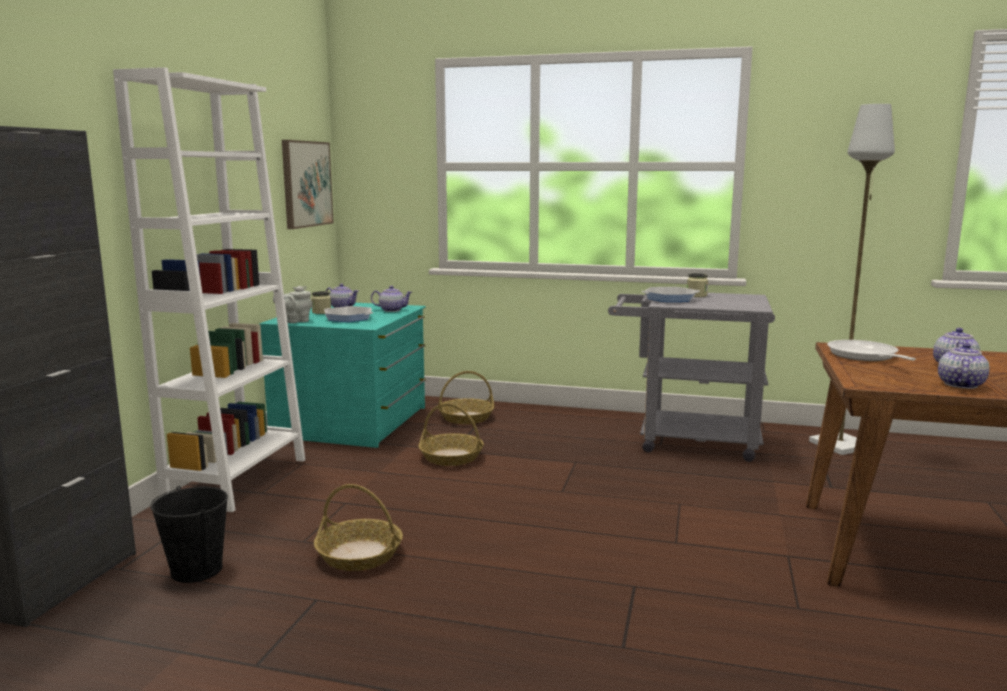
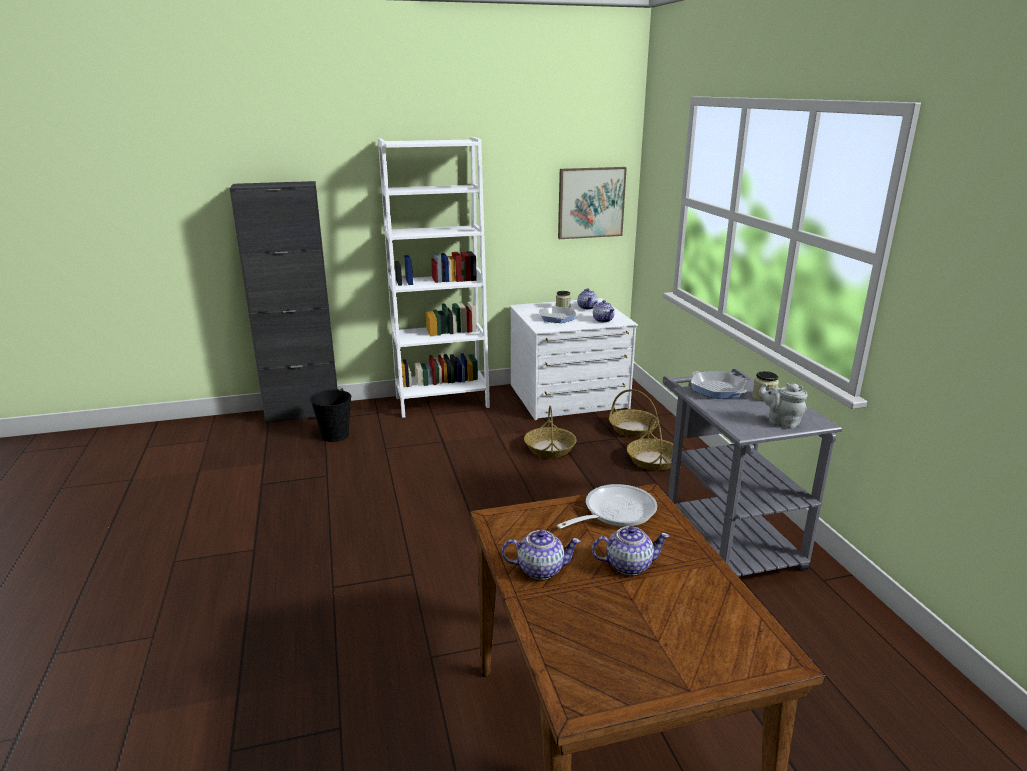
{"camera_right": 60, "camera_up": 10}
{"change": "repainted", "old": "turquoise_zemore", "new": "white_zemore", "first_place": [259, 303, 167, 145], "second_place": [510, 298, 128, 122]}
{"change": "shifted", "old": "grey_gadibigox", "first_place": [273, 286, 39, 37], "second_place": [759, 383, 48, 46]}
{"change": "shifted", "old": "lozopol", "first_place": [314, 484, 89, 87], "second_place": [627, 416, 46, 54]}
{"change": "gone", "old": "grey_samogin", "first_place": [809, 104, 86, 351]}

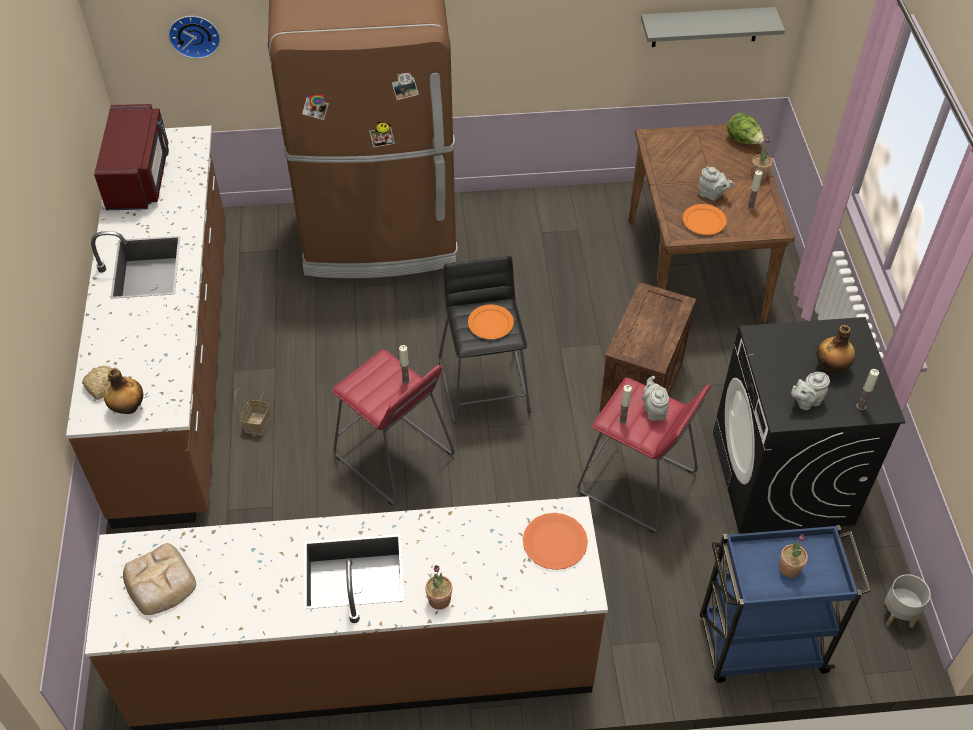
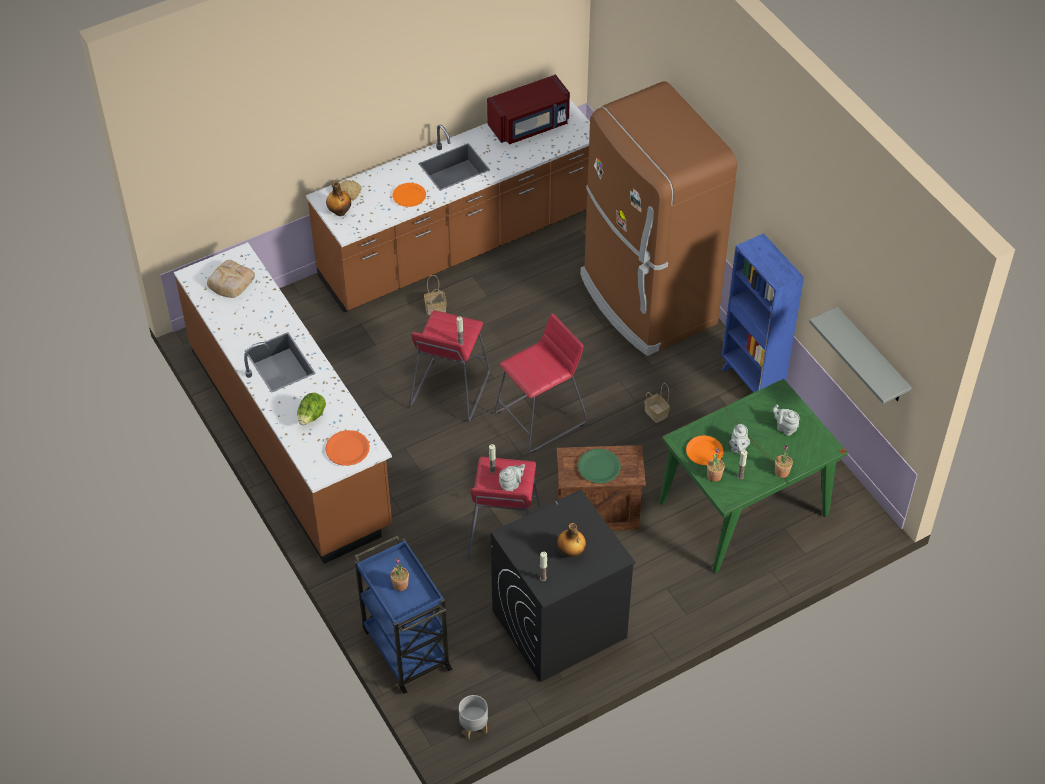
{"camera_right": 65, "camera_up": 0}
{"change": "gone", "old": "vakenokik", "first_place": [168, 16, 52, 43]}
{"change": "shifted", "old": "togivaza", "first_place": [425, 565, 27, 45], "second_place": [707, 448, 18, 34]}
{"change": "repainted", "old": "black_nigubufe", "new": "red_nigubufe", "first_place": [439, 255, 92, 169], "second_place": [494, 313, 93, 140]}
{"change": "shifted", "old": "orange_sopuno", "first_place": [468, 305, 46, 34], "second_place": [392, 183, 34, 24]}
{"change": "repainted", "old": "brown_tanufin", "new": "green_tanufin", "first_place": [629, 124, 166, 199], "second_place": [659, 379, 189, 194]}
{"change": "shifted", "old": "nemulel", "first_place": [727, 113, 37, 31], "second_place": [298, 393, 28, 32]}
{"change": "shifted", "old": "grey_gadibigox", "first_place": [791, 372, 39, 38], "second_place": [773, 405, 27, 31]}
{"change": "new", "new": "green_sopuno", "second_place": [578, 449, 43, 34]}
{"change": "new", "new": "lozopol", "second_place": [644, 383, 26, 40]}
{"change": "new", "new": "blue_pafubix", "second_place": [722, 233, 82, 160]}

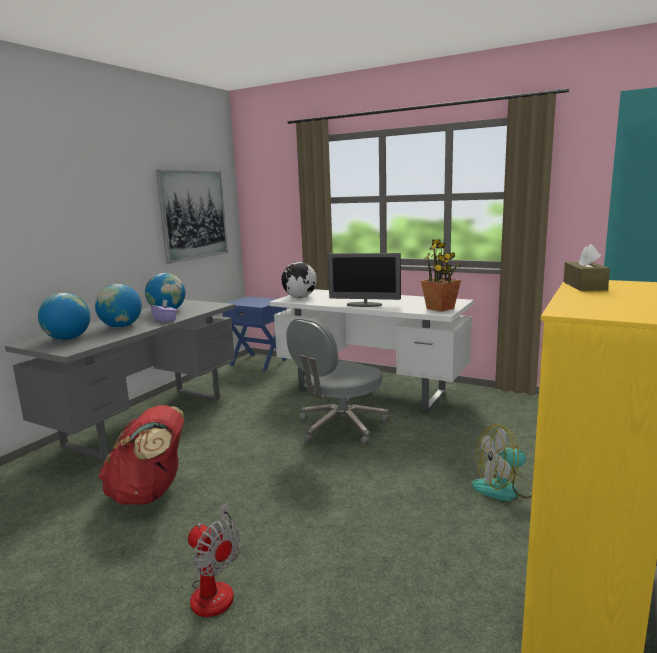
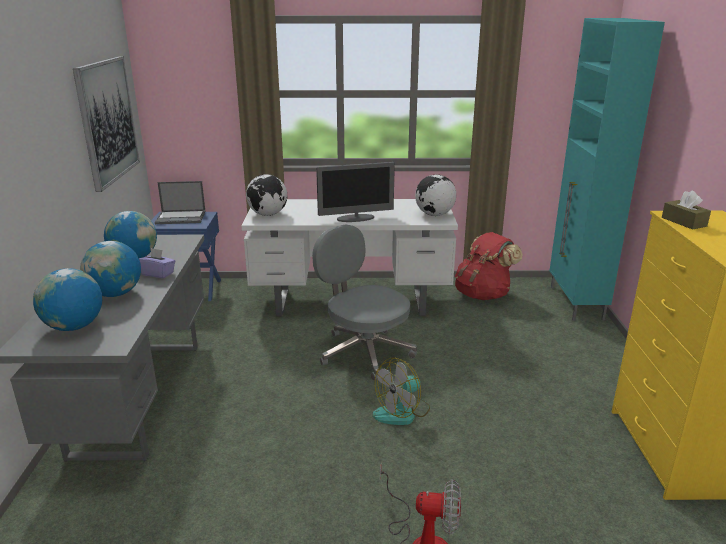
{"camera_right": -30, "camera_up": 10}
{"change": "shifted", "old": "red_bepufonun", "first_place": [98, 405, 86, 100], "second_place": [455, 232, 68, 68]}
{"change": "rotated", "old": "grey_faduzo", "first_place": [286, 318, 104, 128], "second_place": [312, 224, 105, 156], "degrees": 120}
{"change": "swapped", "old": "togivaza", "new": "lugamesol", "first_place": [421, 240, 40, 72], "second_place": [415, 175, 41, 41]}
{"change": "shifted", "old": "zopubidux", "first_place": [472, 424, 61, 77], "second_place": [373, 358, 57, 67]}
{"change": "new", "new": "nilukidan", "second_place": [155, 181, 50, 43]}

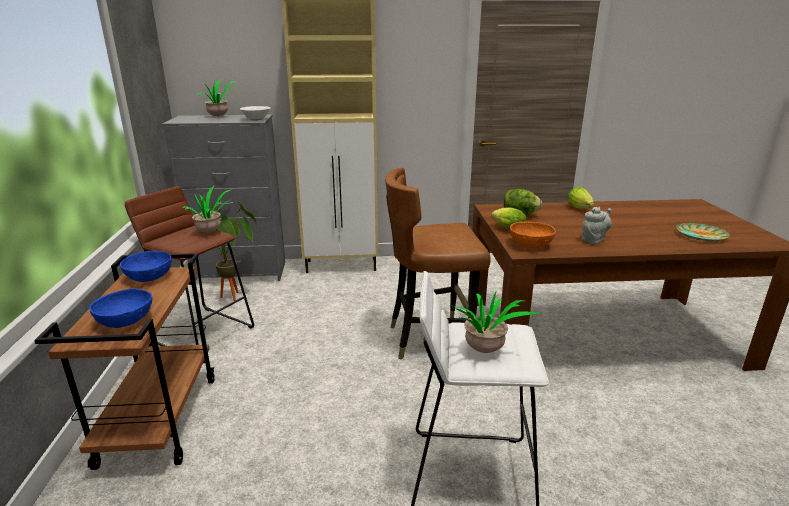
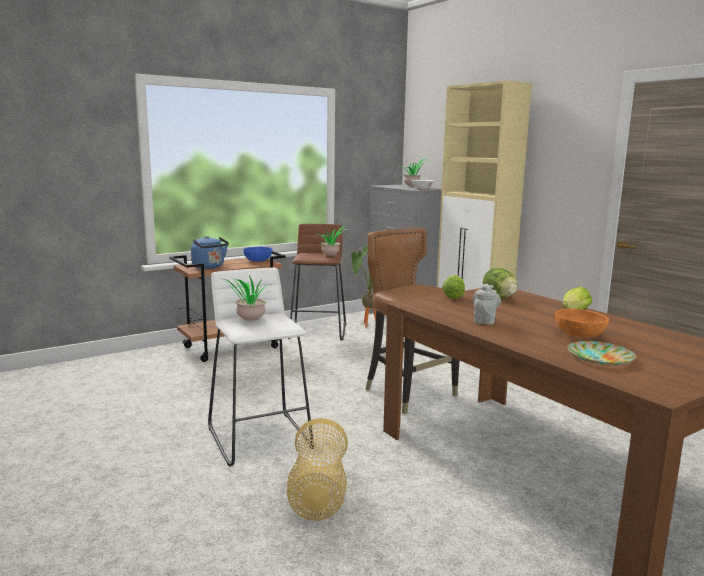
{"camera_right": 60, "camera_up": -10}
{"change": "swapped", "old": "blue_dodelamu", "new": "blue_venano", "first_place": [89, 288, 63, 40], "second_place": [191, 236, 38, 33]}
{"change": "shifted", "old": "orange_dodelamu", "first_place": [510, 222, 46, 26], "second_place": [555, 309, 54, 29]}
{"change": "rotated", "old": "grey_gadibigox", "first_place": [582, 207, 30, 37], "second_place": [473, 283, 28, 42], "degrees": -90}
{"change": "new", "new": "lozopol", "second_place": [287, 418, 61, 103]}

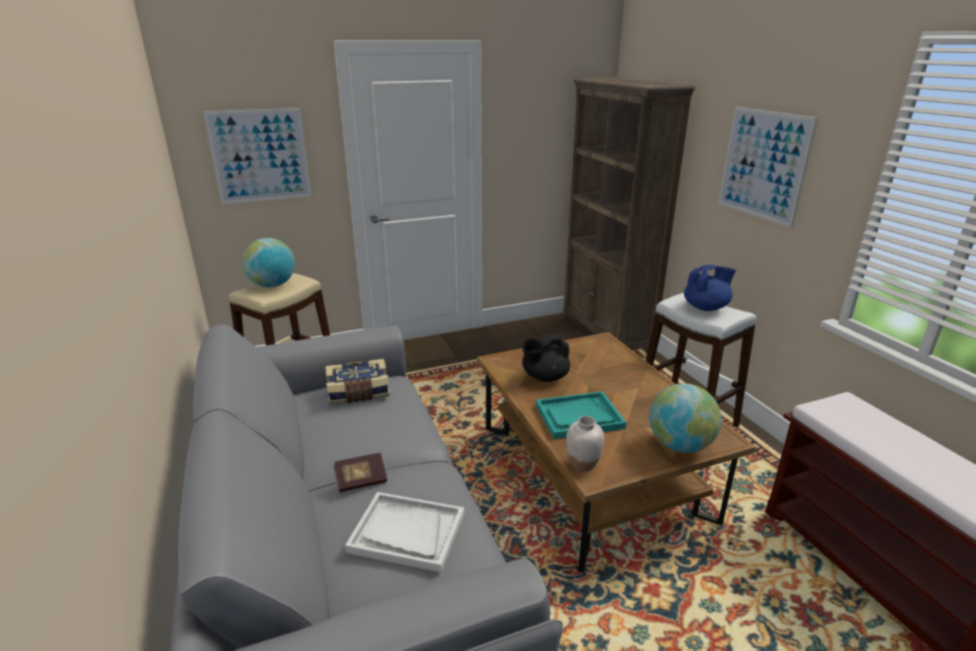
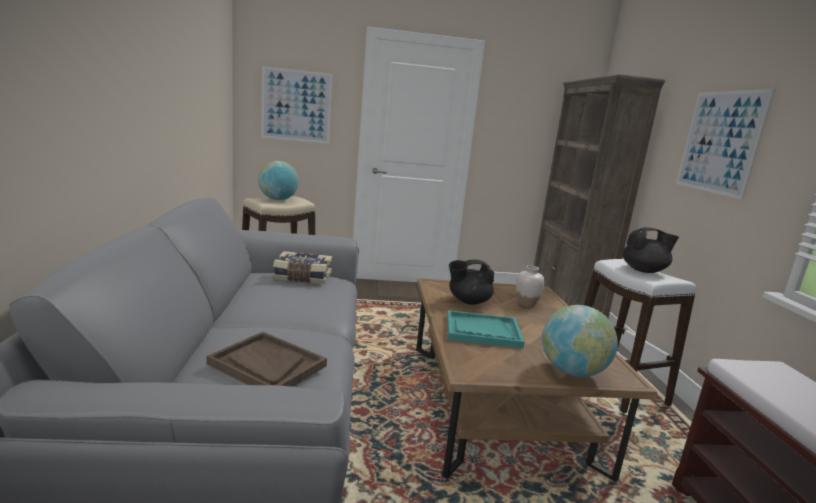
{"camera_right": 15, "camera_up": -10}
{"change": "gone", "old": "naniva", "first_place": [334, 453, 53, 39]}
{"change": "repainted", "old": "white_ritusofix", "new": "brown_ritusofix", "first_place": [345, 492, 119, 81], "second_place": [207, 332, 120, 55]}
{"change": "shifted", "old": "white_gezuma", "first_place": [566, 416, 39, 56], "second_place": [516, 266, 28, 41]}
{"change": "repainted", "old": "blue_gadibigox", "new": "black_gadibigox", "first_place": [684, 265, 52, 46], "second_place": [622, 227, 57, 46]}

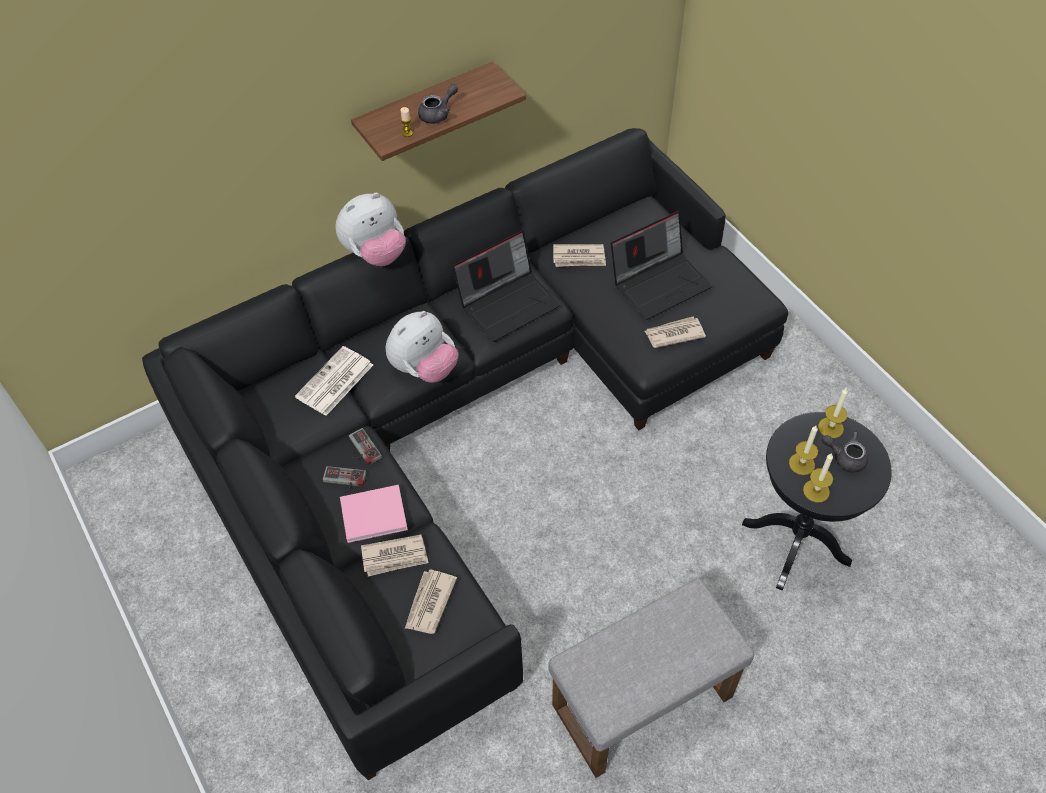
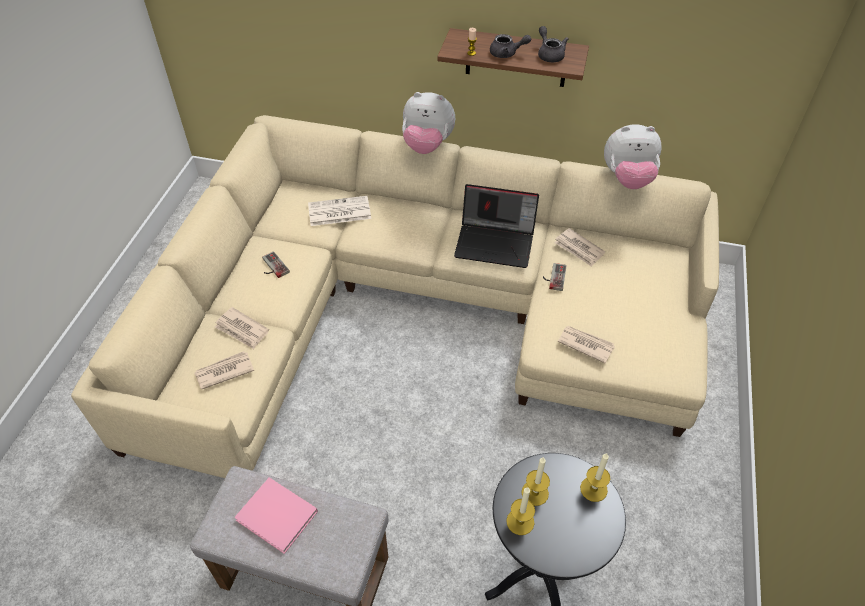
{"camera_right": 45, "camera_up": -5}
{"change": "repainted", "old": "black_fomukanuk", "new": "beige_fomukanuk", "first_place": [142, 128, 646, 652], "second_place": [71, 115, 648, 363]}
{"change": "shifted", "old": "pink_naniva", "first_place": [340, 485, 68, 58], "second_place": [234, 477, 84, 77]}
{"change": "shifted", "old": "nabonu", "first_place": [349, 428, 33, 37], "second_place": [543, 263, 24, 28]}
{"change": "shifted", "old": "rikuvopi", "first_place": [386, 311, 73, 72], "second_place": [604, 124, 58, 65]}
{"change": "gone", "old": "nilukidan", "first_place": [611, 211, 101, 109]}
{"change": "shifted", "old": "grey_gadibigox", "first_place": [822, 431, 46, 42], "second_place": [538, 26, 31, 36]}

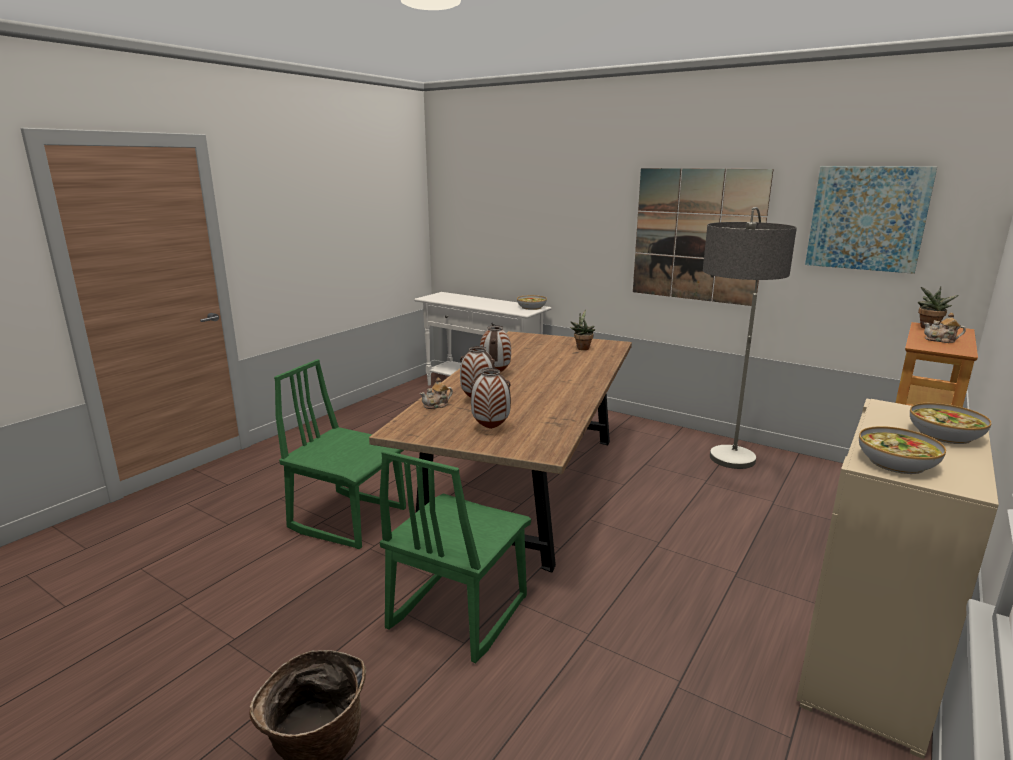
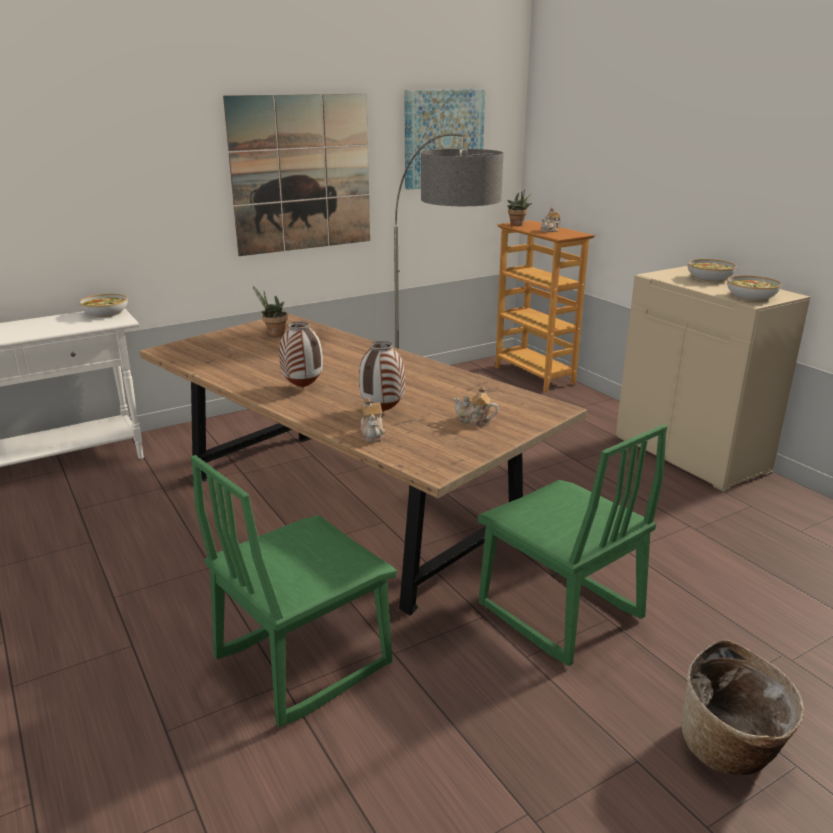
{"camera_right": -65, "camera_up": 5}
{"change": "swapped", "old": "gezuma", "new": "gadibigox", "first_place": [471, 368, 40, 61], "second_place": [453, 386, 45, 40]}

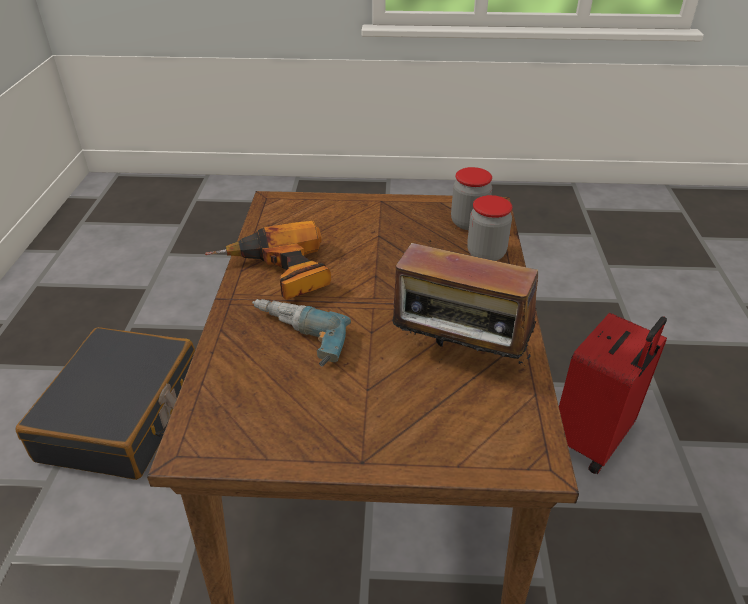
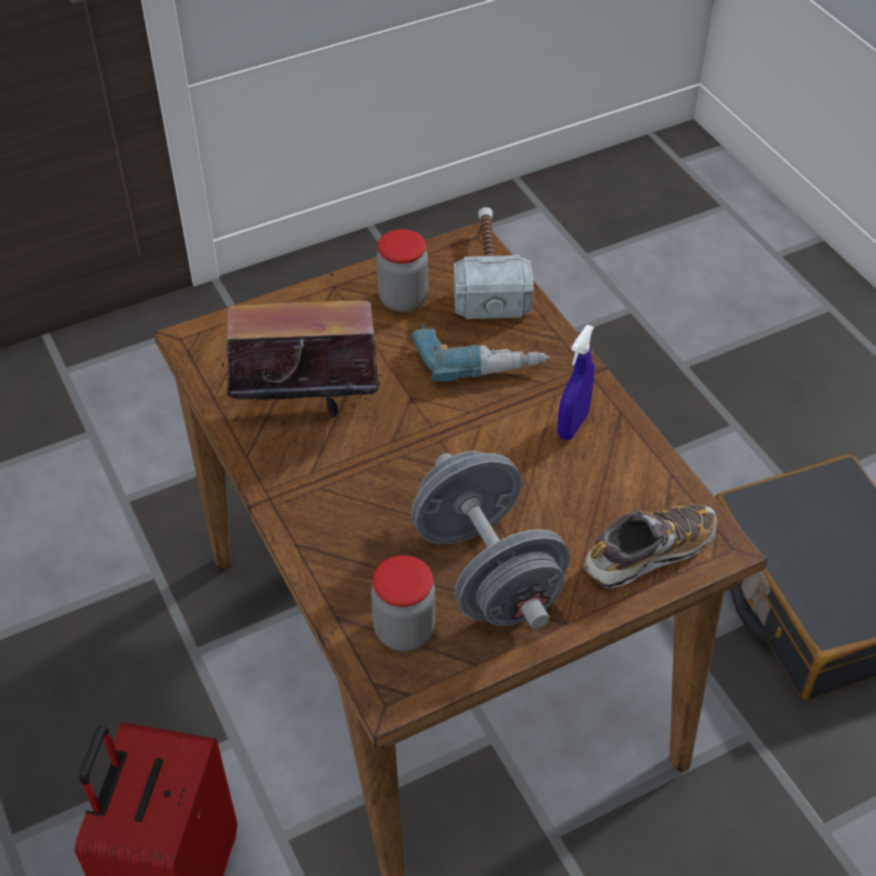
{"camera_right": 150, "camera_up": 10}
{"change": "swapped", "old": "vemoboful", "new": "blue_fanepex", "first_place": [205, 221, 126, 79], "second_place": [557, 325, 37, 115]}
{"change": "shifted", "old": "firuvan", "first_place": [467, 195, 45, 66], "second_place": [376, 229, 52, 83]}
{"change": "new", "new": "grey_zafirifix", "second_place": [411, 451, 159, 178]}
{"change": "new", "new": "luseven", "second_place": [454, 207, 79, 112]}
{"change": "new", "new": "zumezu", "second_place": [584, 505, 133, 84]}

